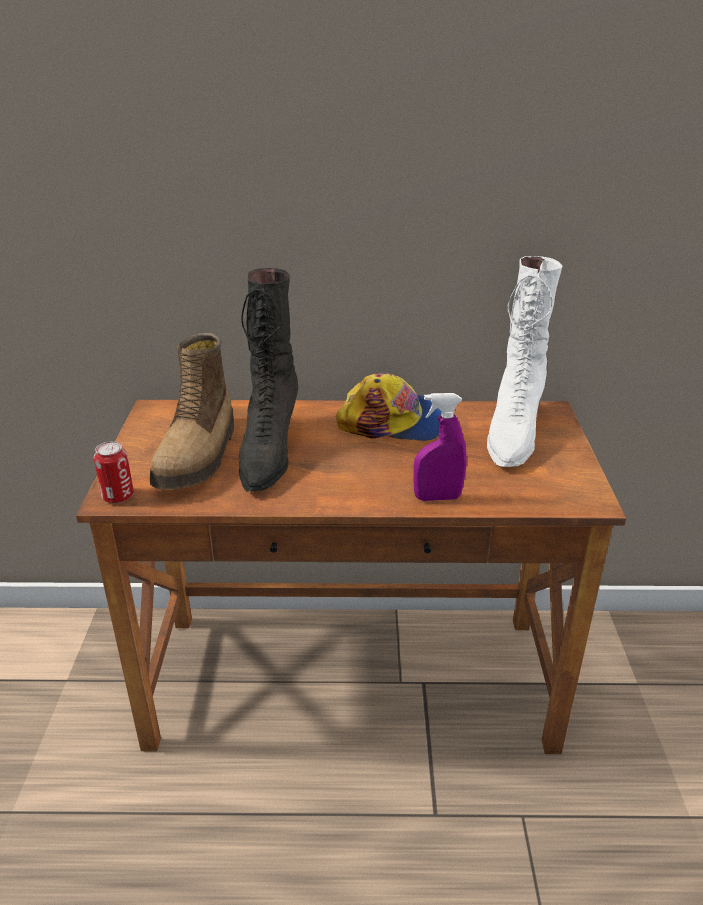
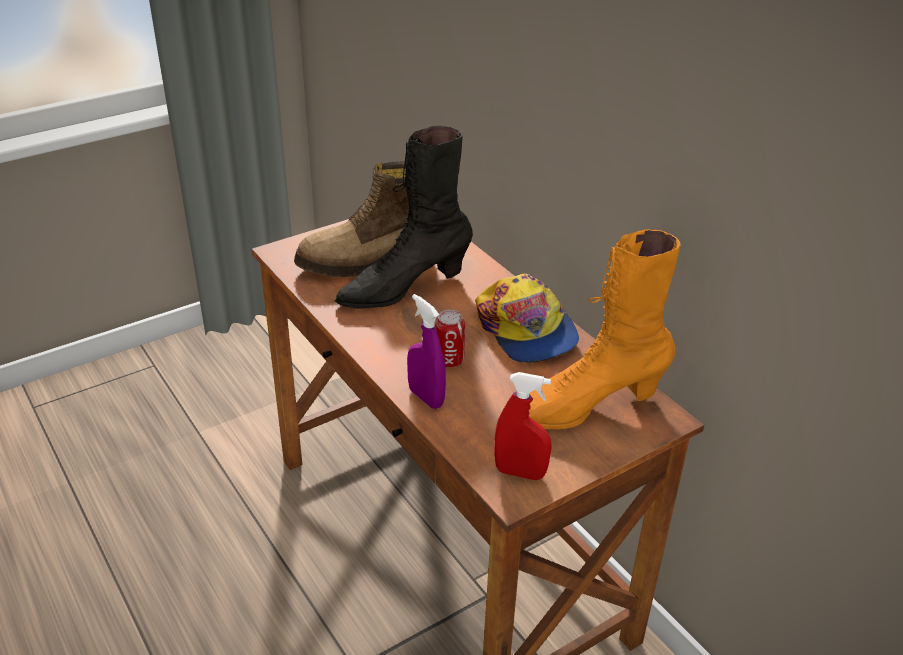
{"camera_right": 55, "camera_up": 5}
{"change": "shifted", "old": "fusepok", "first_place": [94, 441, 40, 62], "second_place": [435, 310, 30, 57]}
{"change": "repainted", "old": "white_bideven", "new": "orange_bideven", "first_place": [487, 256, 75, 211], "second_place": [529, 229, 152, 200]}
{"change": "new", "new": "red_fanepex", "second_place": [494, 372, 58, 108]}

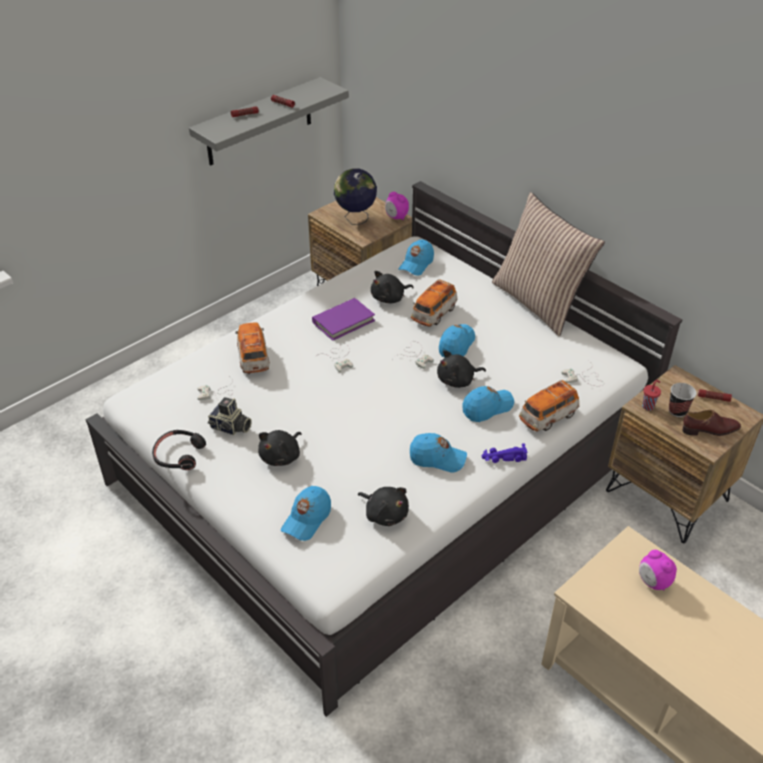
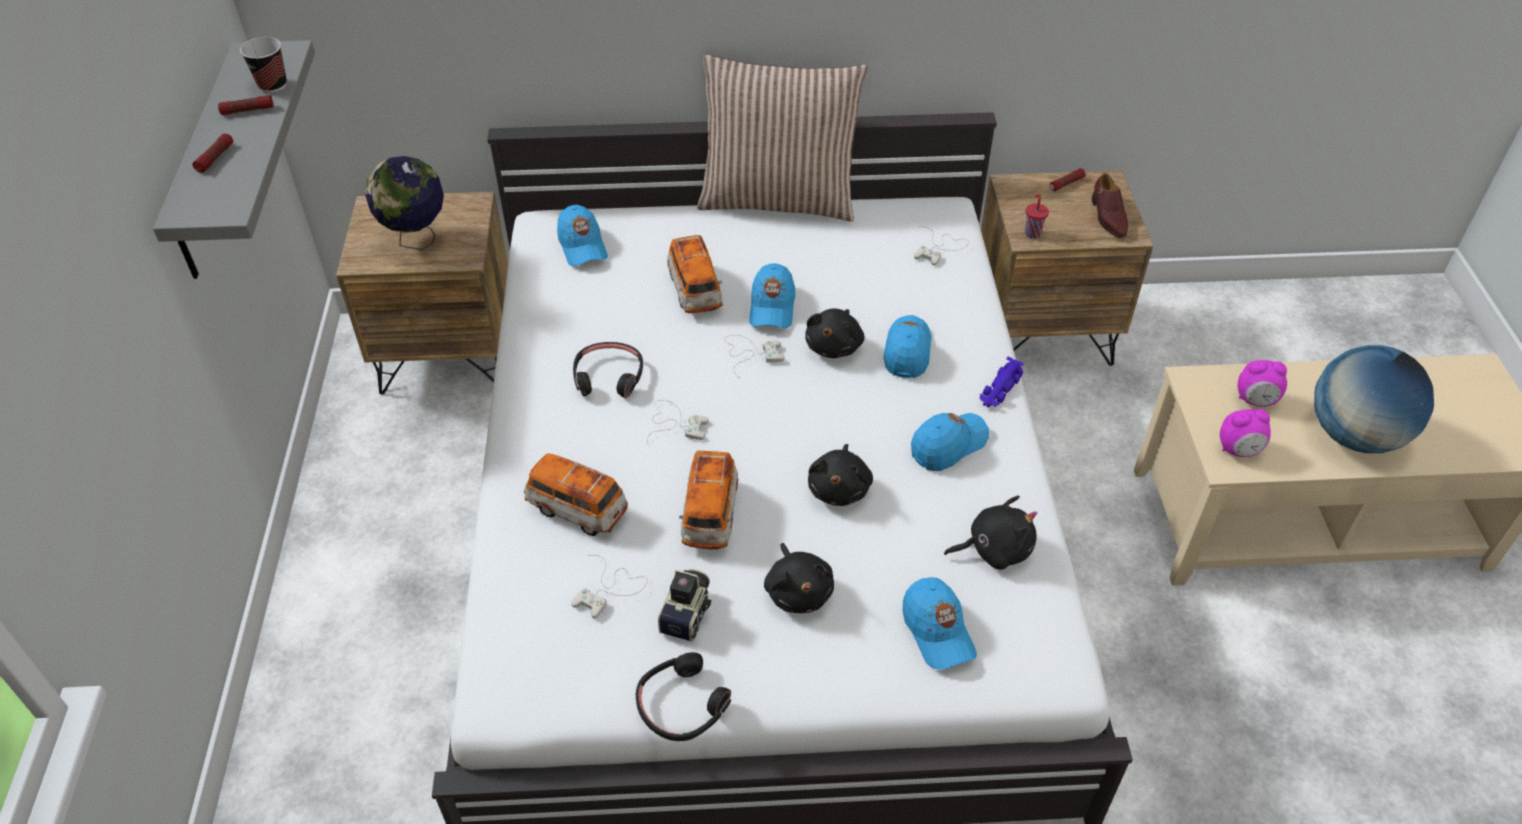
{"camera_right": -50, "camera_up": 5}
{"change": "rotated", "old": "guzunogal", "first_place": [208, 397, 44, 38], "second_place": [658, 569, 53, 73], "degrees": -45}
{"change": "swapped", "old": "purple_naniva", "new": "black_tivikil", "first_place": [312, 298, 63, 43], "second_place": [573, 342, 70, 56]}
{"change": "shifted", "old": "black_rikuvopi", "first_place": [371, 271, 43, 32], "second_place": [808, 444, 65, 62]}
{"change": "shifted", "old": "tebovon", "first_place": [385, 192, 24, 28], "second_place": [1220, 409, 51, 48]}
{"change": "rotated", "old": "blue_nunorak", "first_place": [439, 324, 36, 33], "second_place": [749, 263, 46, 65], "degrees": -150}
{"change": "shifted", "old": "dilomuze", "first_place": [519, 380, 60, 52], "second_place": [679, 451, 59, 99]}
{"change": "shifted", "old": "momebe", "first_place": [669, 383, 28, 34], "second_place": [240, 37, 47, 56]}
{"change": "rotated", "old": "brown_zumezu", "first_place": [682, 410, 59, 26], "second_place": [1092, 173, 36, 65], "degrees": 135}
{"change": "new", "new": "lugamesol", "second_place": [1314, 345, 120, 108]}

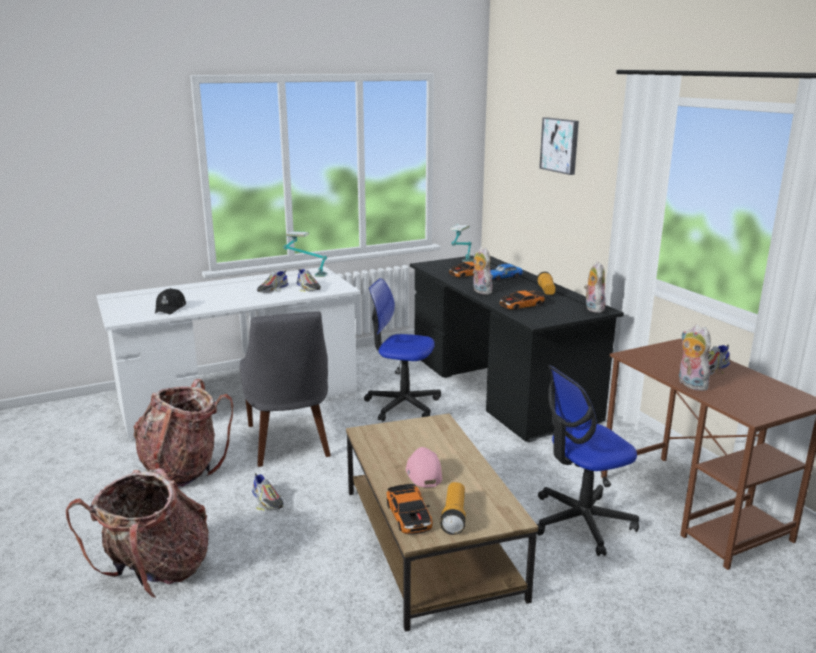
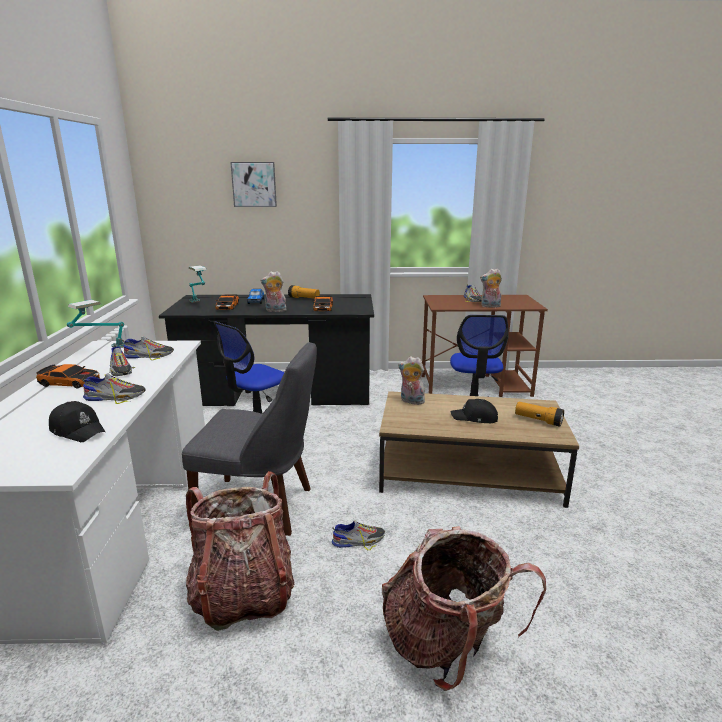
{"camera_right": -65, "camera_up": 0}
{"change": "shifted", "old": "dilomuze", "first_place": [387, 484, 46, 51], "second_place": [36, 364, 64, 24]}
{"change": "repainted", "old": "pink_nunorak", "new": "black_nunorak", "first_place": [406, 447, 36, 41], "second_place": [450, 399, 48, 24]}
{"change": "shifted", "old": "rikuvopi", "first_place": [584, 261, 21, 52], "second_place": [398, 356, 29, 49]}
{"change": "new", "new": "zumezu", "second_place": [81, 373, 65, 31]}

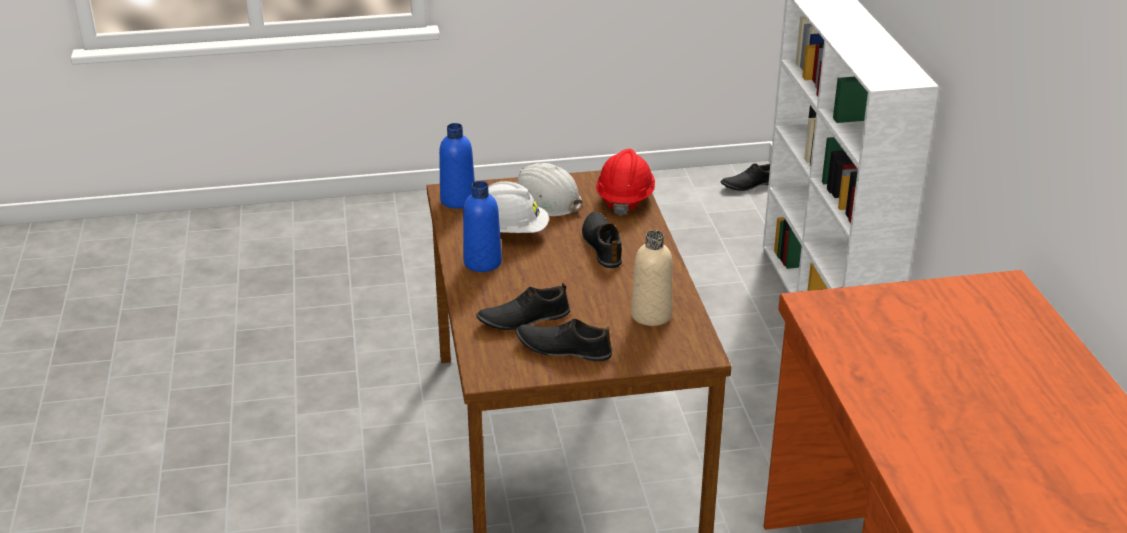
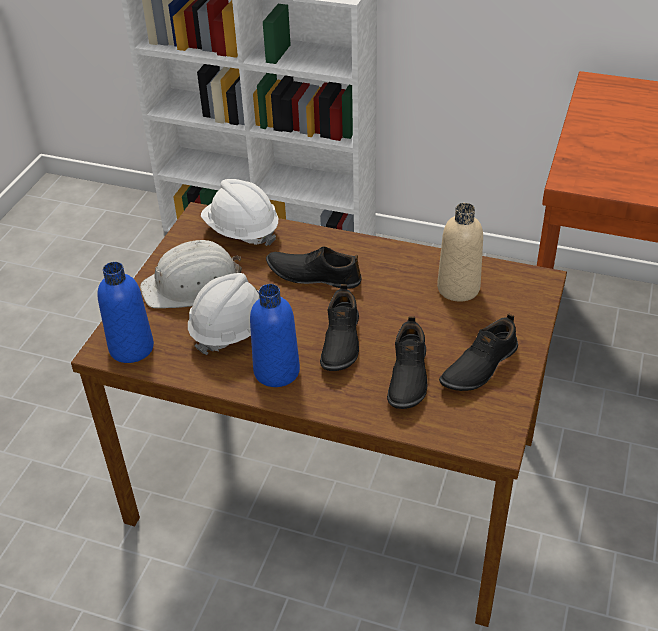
{"camera_right": -60, "camera_up": 10}
{"change": "repainted", "old": "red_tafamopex", "new": "white_tafamopex", "first_place": [596, 149, 59, 67], "second_place": [201, 179, 77, 67]}
{"change": "shifted", "old": "black_zumezu", "first_place": [721, 163, 49, 28], "second_place": [320, 284, 39, 87]}

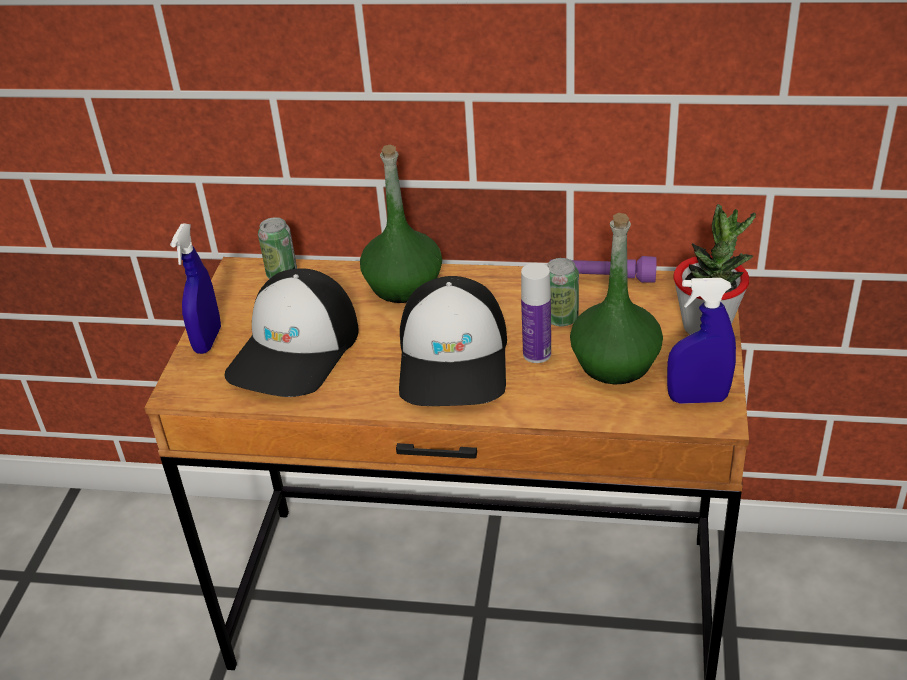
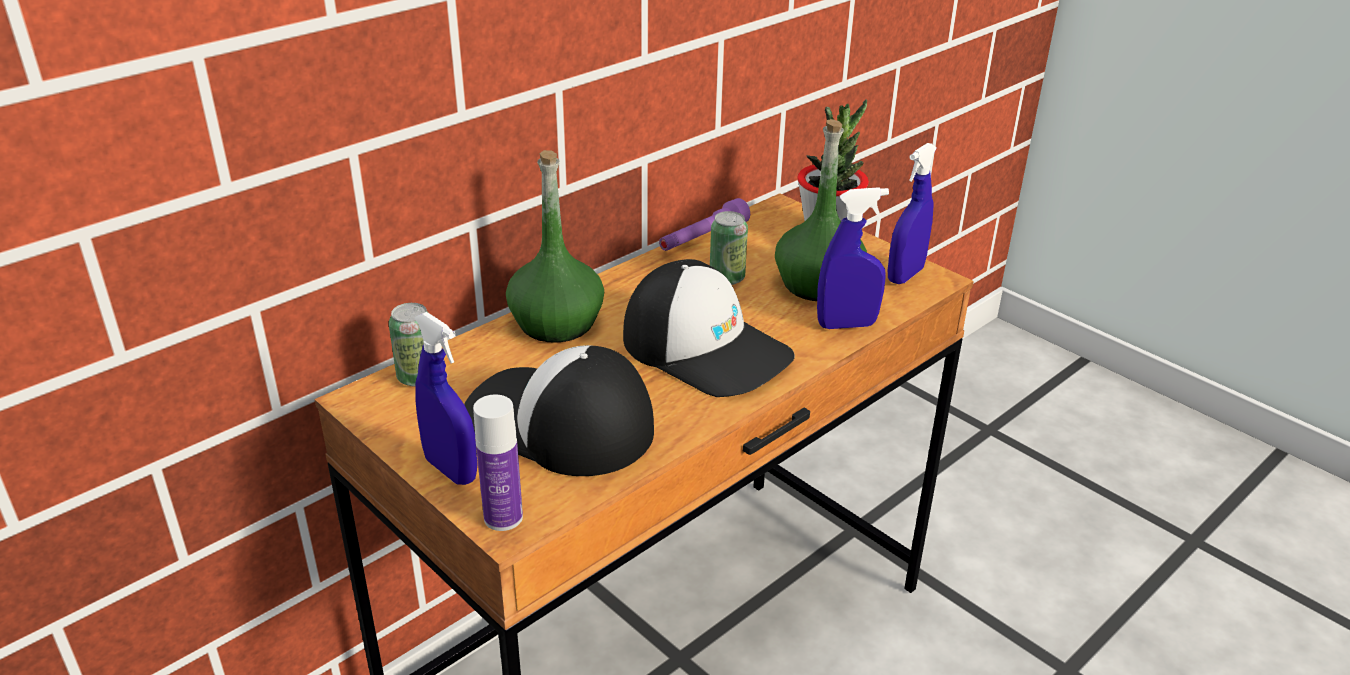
{"camera_right": -55, "camera_up": -5}
{"change": "rotated", "old": "nunorak", "first_place": [225, 268, 134, 129], "second_place": [464, 345, 190, 131], "degrees": 150}
{"change": "shifted", "old": "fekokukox", "first_place": [521, 263, 30, 100], "second_place": [473, 395, 50, 136]}
{"change": "new", "new": "blue_fanepex", "second_place": [817, 187, 72, 142]}

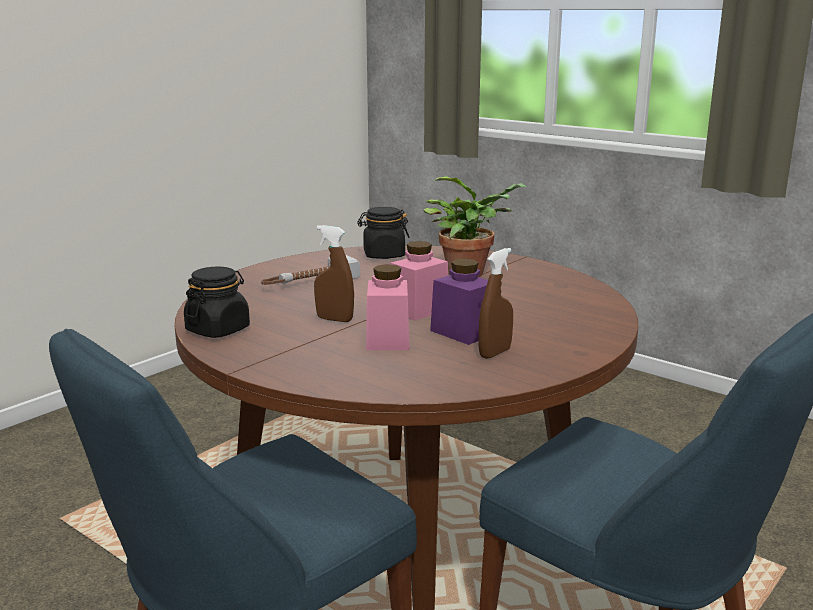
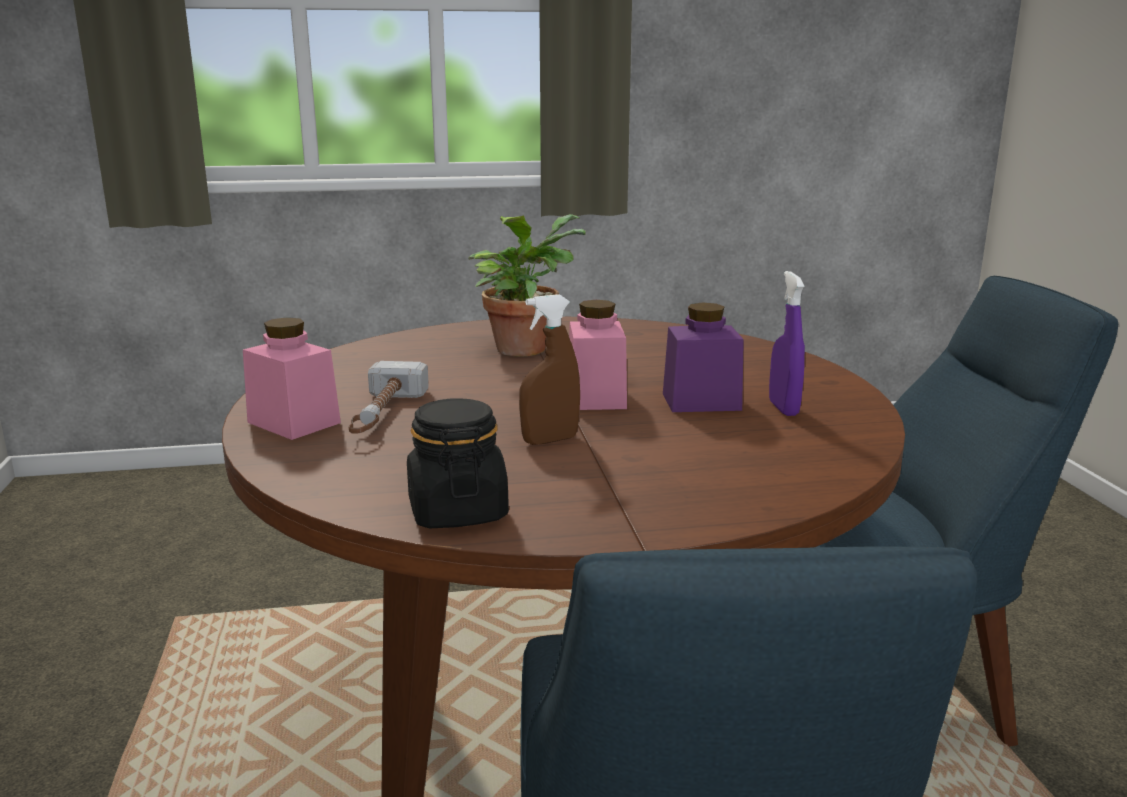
{"camera_right": -50, "camera_up": 0}
{"change": "gone", "old": "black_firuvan", "first_place": [357, 207, 53, 52]}
{"change": "shifted", "old": "pink_firuvan", "first_place": [366, 264, 43, 86], "second_place": [243, 317, 98, 123]}
{"change": "repainted", "old": "brown_fanepex", "new": "purple_fanepex", "first_place": [479, 248, 34, 111], "second_place": [769, 271, 36, 145]}

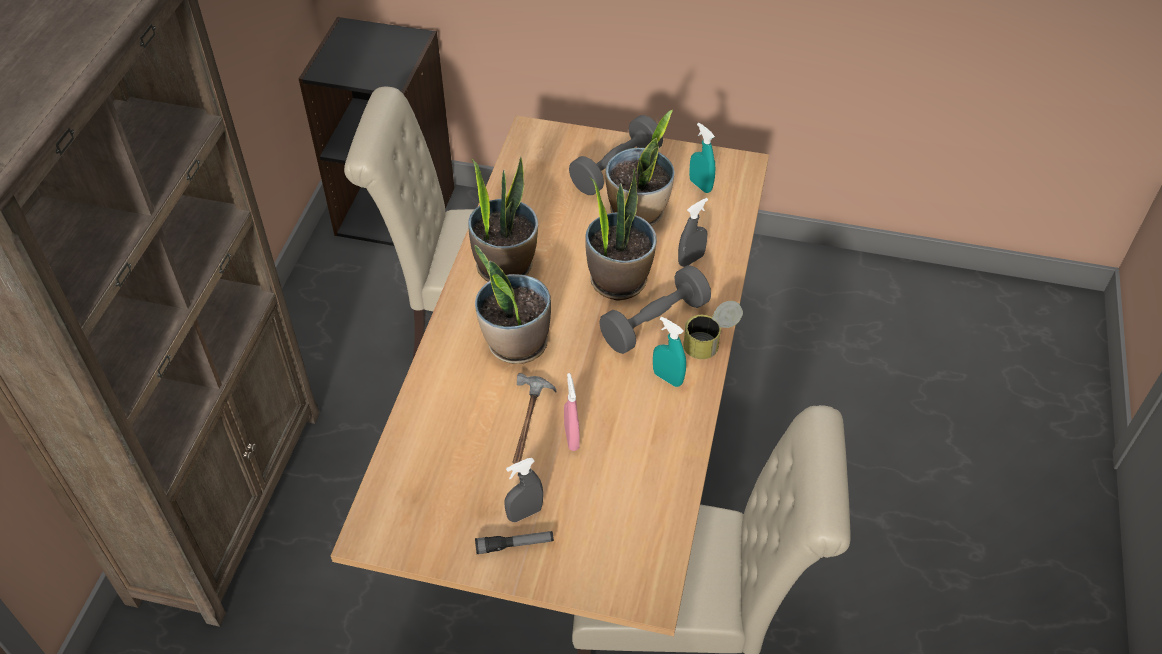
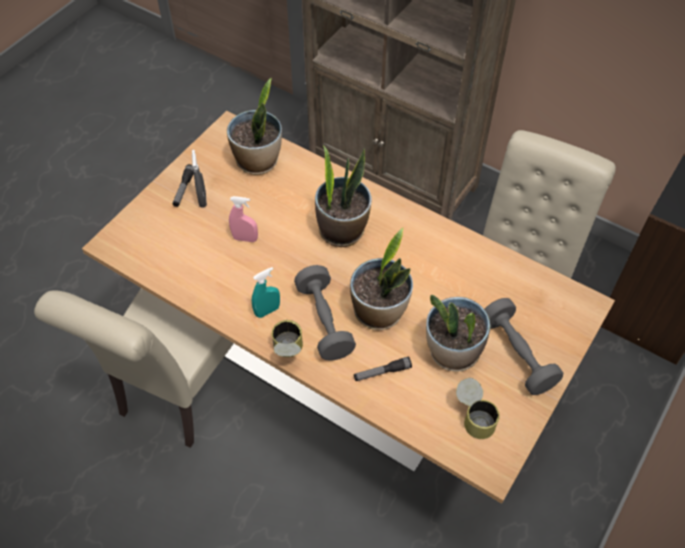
{"camera_right": 110, "camera_up": 5}
{"change": "shifted", "old": "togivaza", "first_place": [468, 157, 70, 125], "second_place": [227, 78, 55, 97]}
{"change": "gone", "old": "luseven", "first_place": [512, 373, 44, 91]}
{"change": "swapped", "old": "grey_fanepex", "new": "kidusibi", "first_place": [678, 198, 30, 69], "second_place": [354, 356, 58, 25]}
{"change": "swapped", "old": "turquoise_fanepex", "new": "fusepok", "first_place": [689, 123, 26, 70], "second_place": [456, 378, 44, 61]}

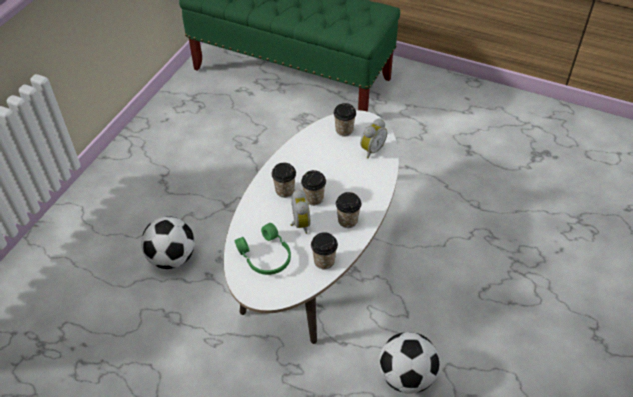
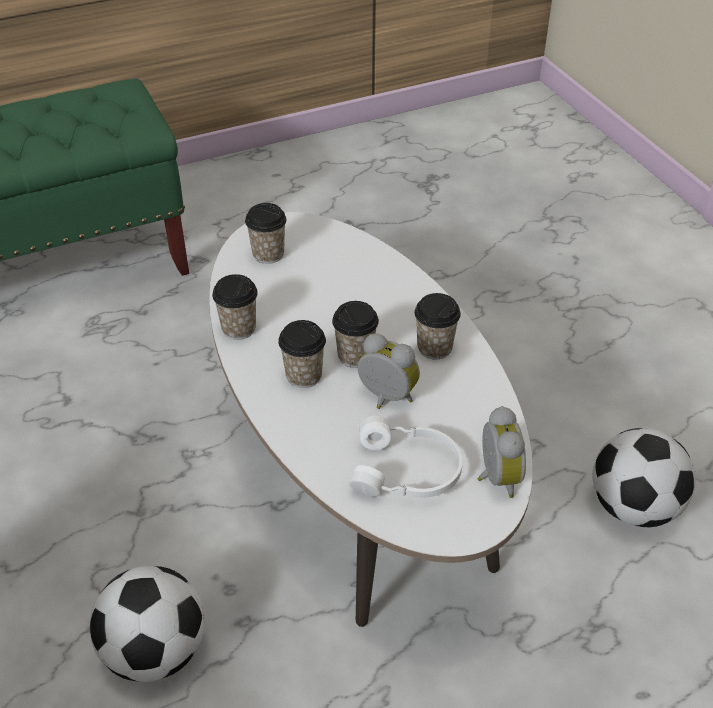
{"camera_right": -50, "camera_up": -5}
{"change": "repainted", "old": "green_tivikil", "new": "white_tivikil", "first_place": [235, 223, 56, 52], "second_place": [349, 416, 114, 82]}
{"change": "shifted", "old": "momebe", "first_place": [311, 232, 27, 37], "second_place": [212, 274, 46, 66]}
{"change": "shifted", "old": "tebovon", "first_place": [360, 118, 27, 40], "second_place": [478, 406, 48, 92]}

